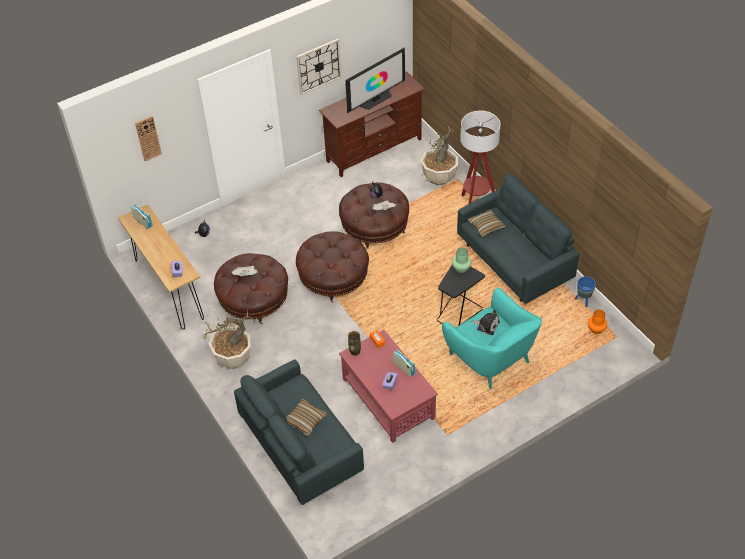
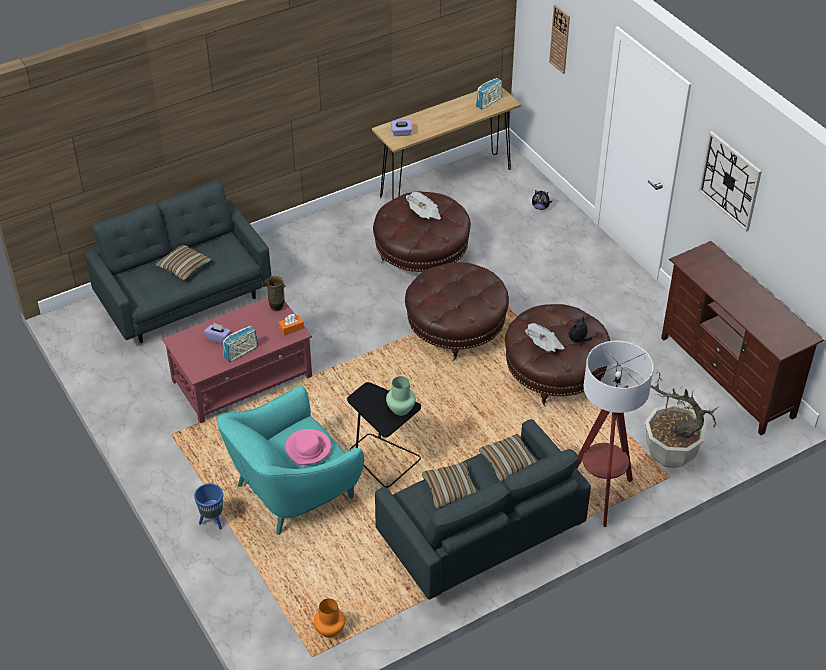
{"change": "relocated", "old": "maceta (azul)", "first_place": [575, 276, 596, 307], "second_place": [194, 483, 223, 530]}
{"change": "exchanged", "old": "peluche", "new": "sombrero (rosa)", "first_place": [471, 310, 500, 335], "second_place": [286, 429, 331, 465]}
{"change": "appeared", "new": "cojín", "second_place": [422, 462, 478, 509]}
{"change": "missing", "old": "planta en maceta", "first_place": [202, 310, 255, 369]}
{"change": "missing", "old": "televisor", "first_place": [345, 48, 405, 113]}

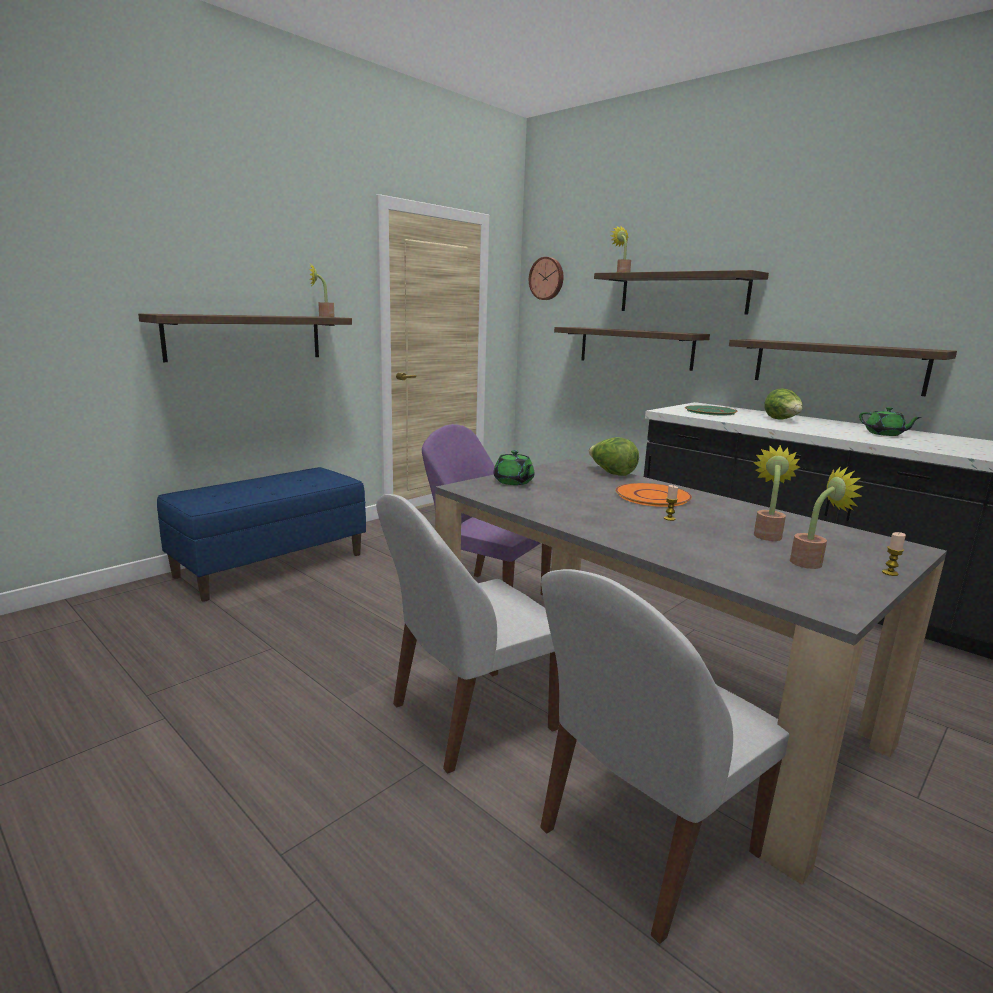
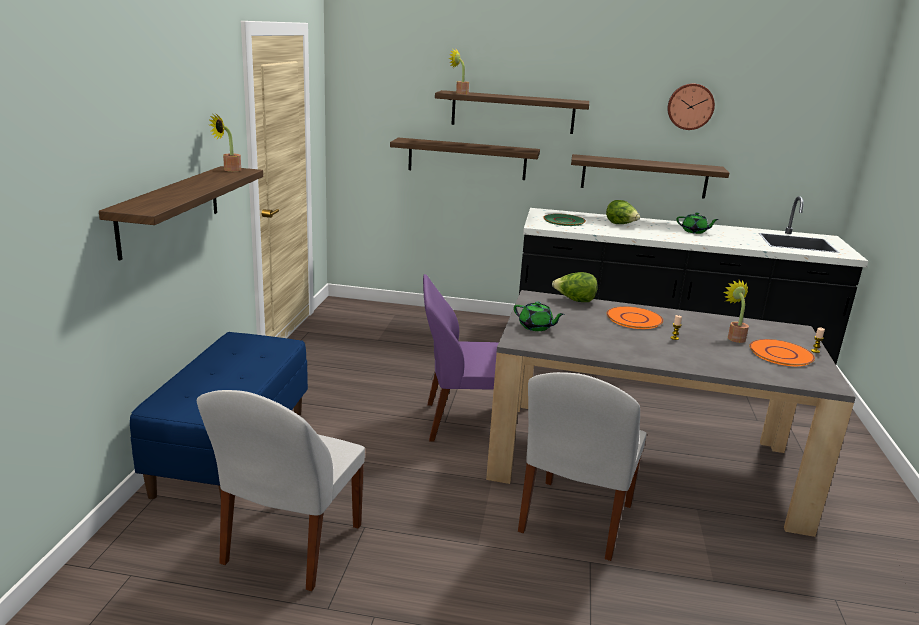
{"change": "relocated", "old": "silla (blanco)", "first_place": [540, 569, 789, 944], "second_place": [197, 390, 365, 591]}
{"change": "relocated", "old": "reloj de pared", "first_place": [529, 257, 563, 300], "second_place": [668, 83, 715, 130]}
{"change": "exchanged", "old": "planta en maceta", "new": "plato (naranja)", "first_place": [790, 466, 863, 569], "second_place": [749, 339, 815, 366]}

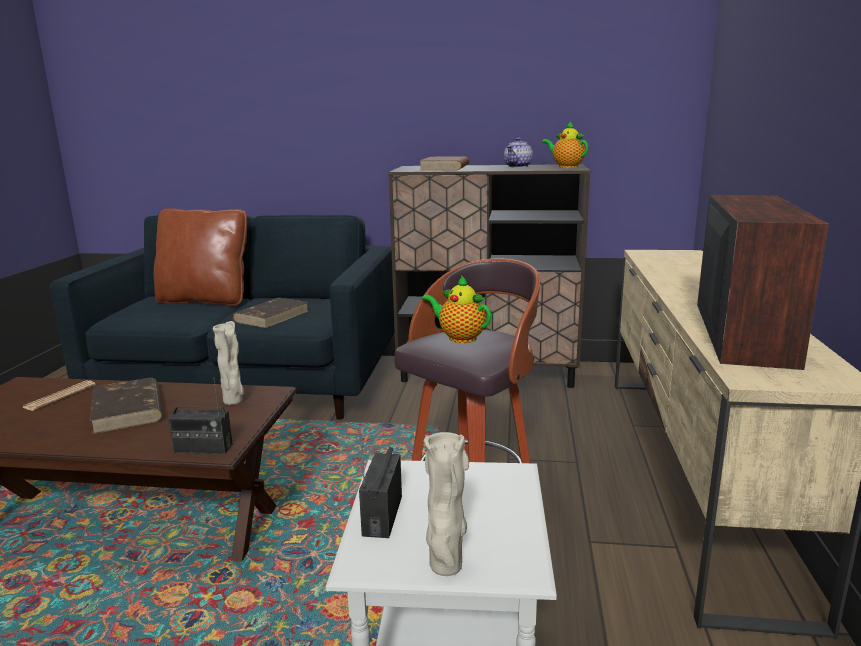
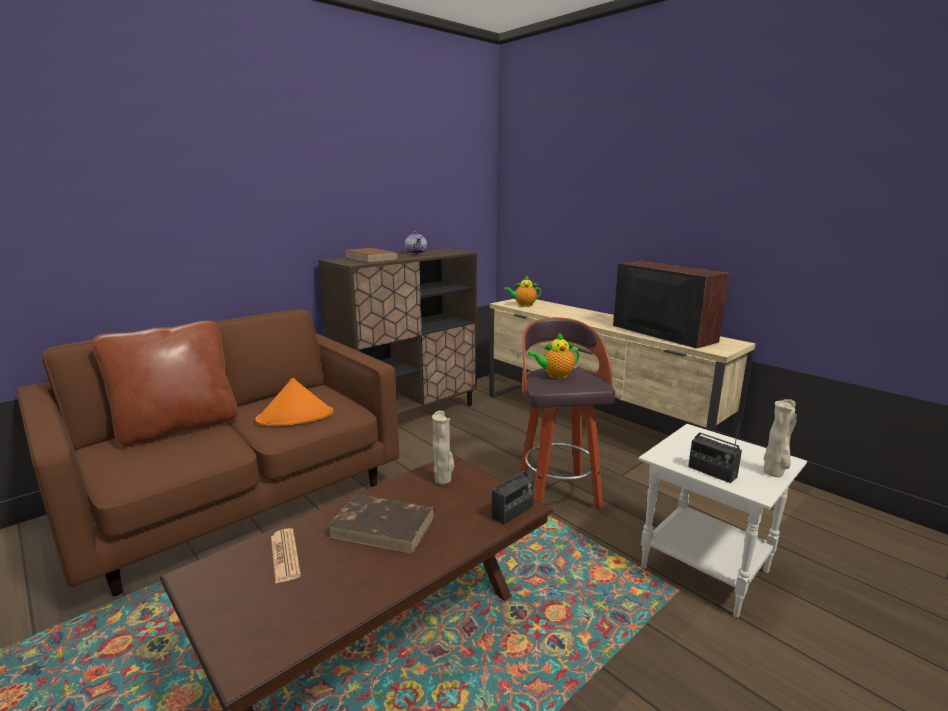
{"change": "colour", "old": "sofá (azul)", "new": "sofá (marrón)", "first_place": [50, 215, 395, 419], "second_place": [16, 309, 399, 596]}
{"change": "exchanged", "old": "libro (marrón)", "new": "sombrero (naranja)", "first_place": [232, 298, 309, 328], "second_place": [255, 378, 334, 426]}
{"change": "relocated", "old": "tetera", "first_place": [542, 121, 588, 168], "second_place": [504, 275, 541, 307]}

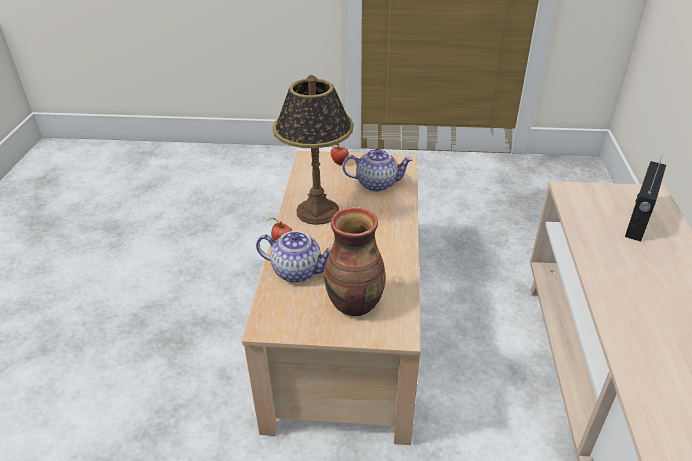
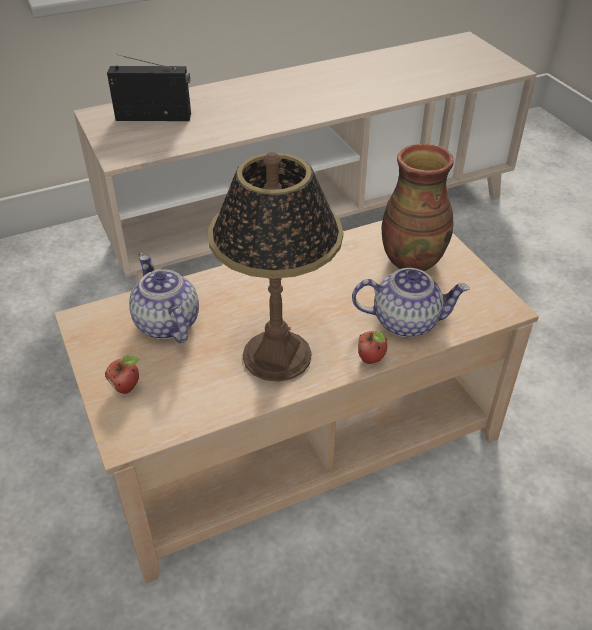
{"change": "spun", "old": "tetera", "first_place": [256, 231, 331, 283], "second_place": [352, 268, 470, 337], "degrees": 105}

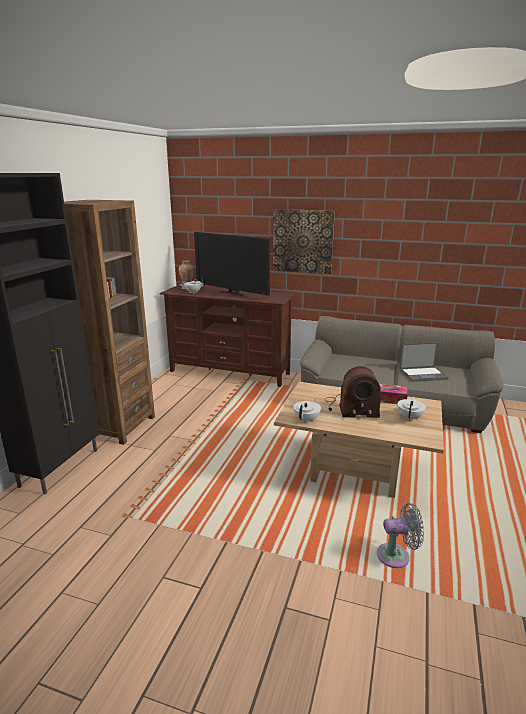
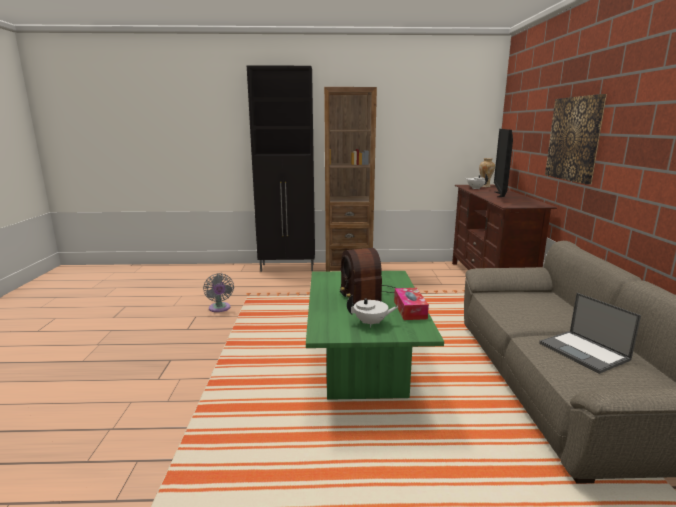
{"change": "relocated", "old": "ventilador (gris)", "first_place": [377, 503, 424, 568], "second_place": [203, 273, 234, 312]}
{"change": "colour", "old": "mesa de centro (beis)", "new": "mesa de centro (verde)", "first_place": [274, 382, 444, 498], "second_place": [306, 271, 444, 400]}
{"change": "missing", "old": "tetera (blanco)", "first_place": [294, 399, 321, 423]}

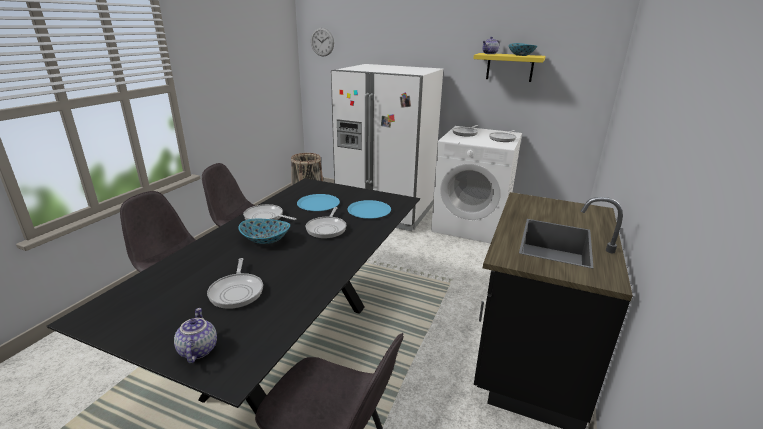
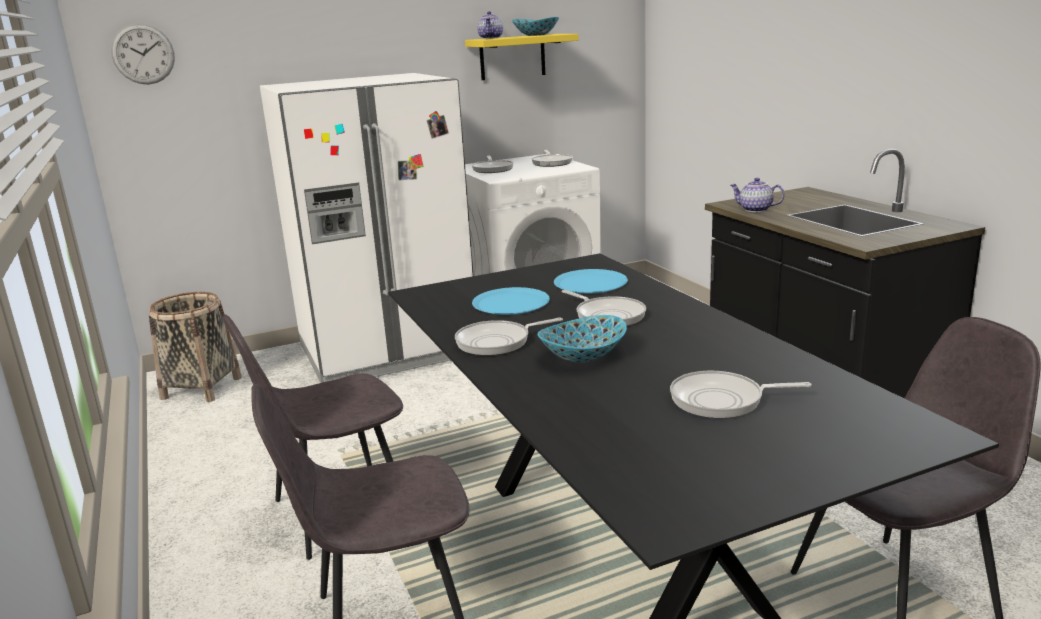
{"change": "spun", "old": "sartén", "first_place": [207, 258, 263, 309], "second_place": [670, 371, 812, 419], "degrees": 150}
{"change": "relocated", "old": "tetera", "first_place": [174, 308, 217, 364], "second_place": [730, 178, 785, 212]}

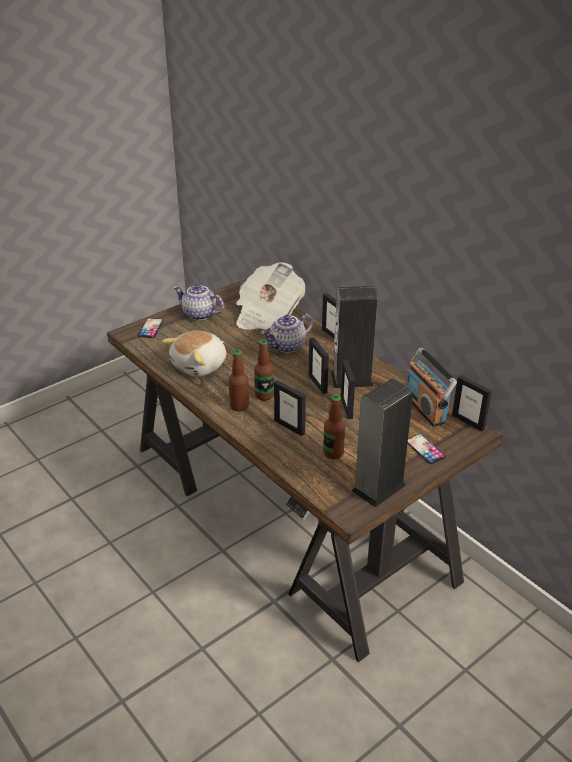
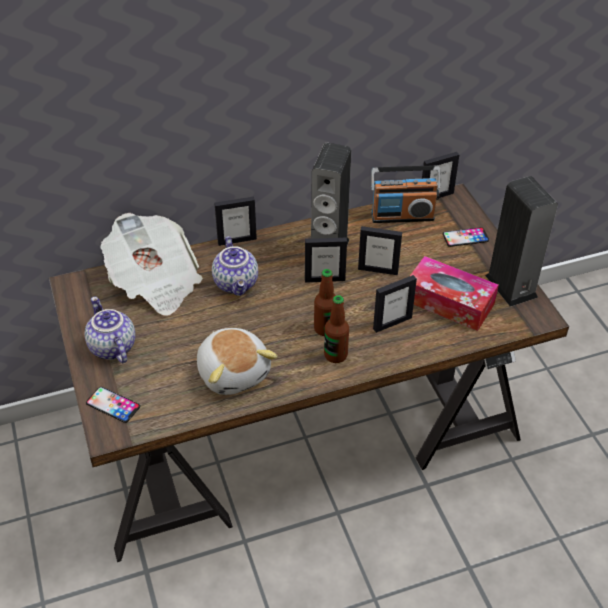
{"change": "spun", "old": "tetera", "first_place": [173, 284, 224, 320], "second_place": [85, 297, 135, 364], "degrees": 105}
{"change": "exchanged", "old": "botella", "new": "caja de pañuelos", "first_place": [323, 395, 345, 459], "second_place": [410, 256, 499, 331]}

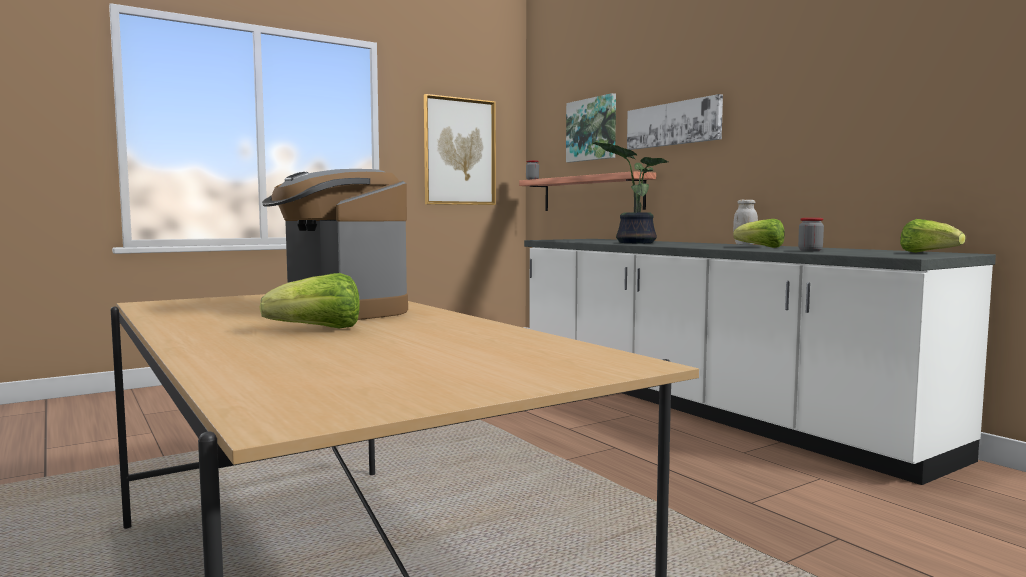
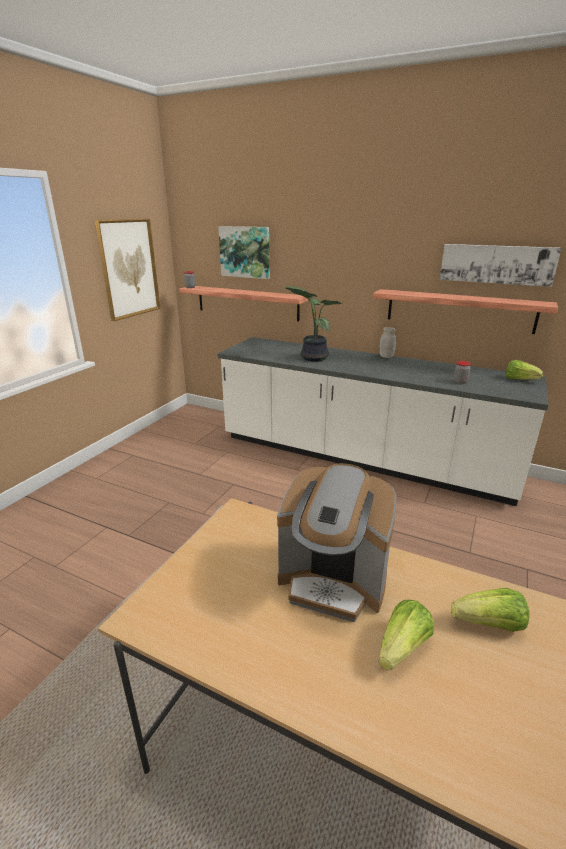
{"change": "appeared", "new": "estante", "second_place": [373, 289, 558, 334]}
{"change": "relocated", "old": "cuadro", "first_place": [627, 94, 723, 150], "second_place": [439, 244, 561, 287]}
{"change": "relocated", "old": "lechuga", "first_place": [733, 219, 785, 248], "second_place": [451, 588, 530, 632]}

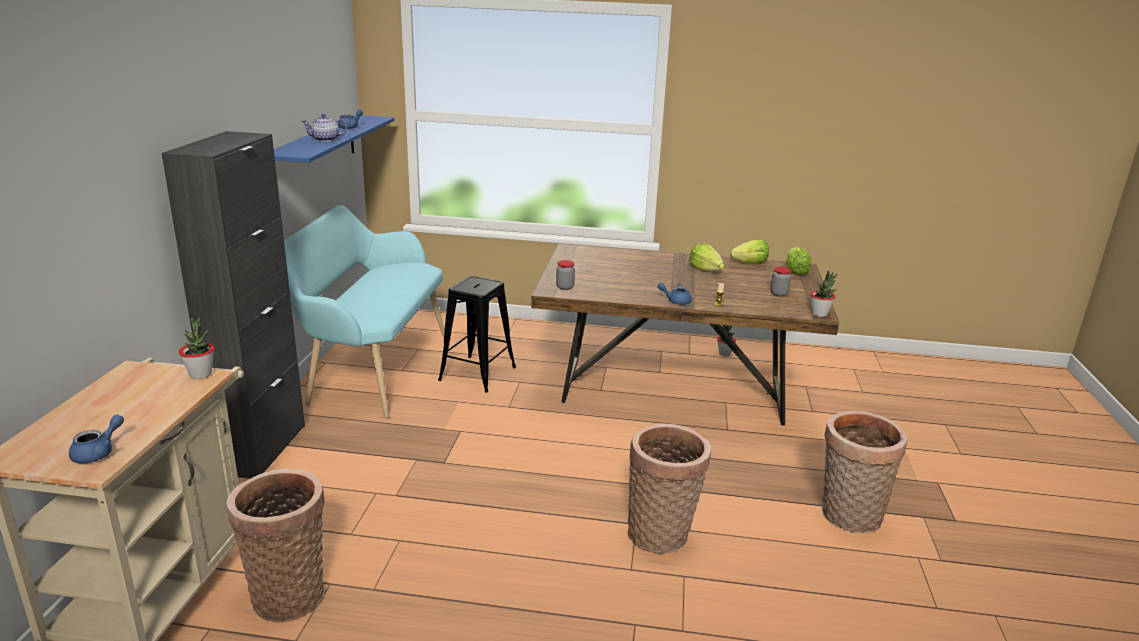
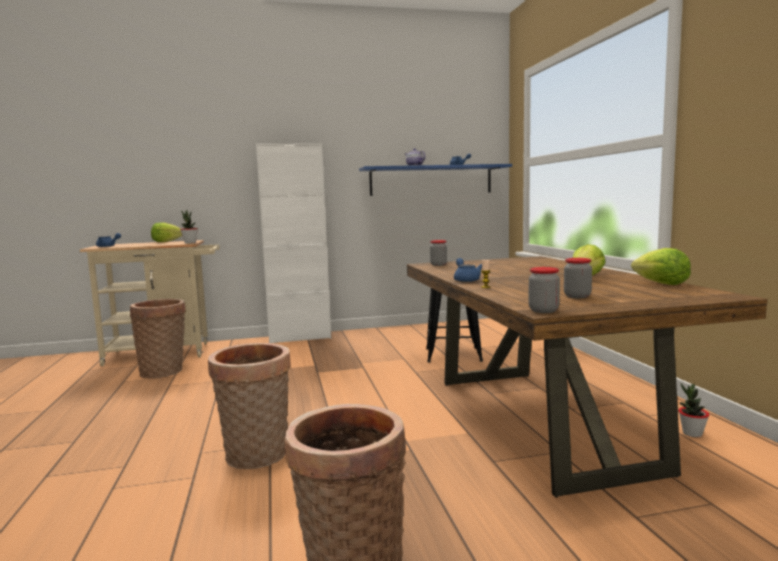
{"change": "relocated", "old": "lechuga", "first_place": [786, 247, 811, 275], "second_place": [151, 222, 182, 242]}
{"change": "colour", "old": "armario (negro)", "new": "armario (blanco)", "first_place": [162, 131, 305, 478], "second_place": [256, 143, 331, 343]}
{"change": "exchanged", "old": "planta en maceta", "new": "tarro", "first_place": [810, 270, 837, 317], "second_place": [528, 267, 560, 313]}
{"change": "missing", "old": "banco (turquesa)", "first_place": [284, 205, 445, 418]}

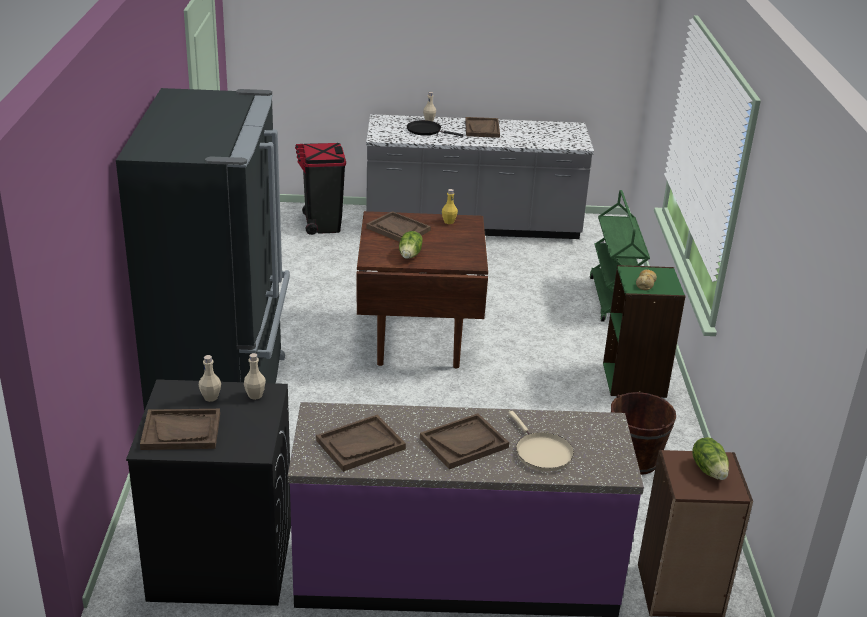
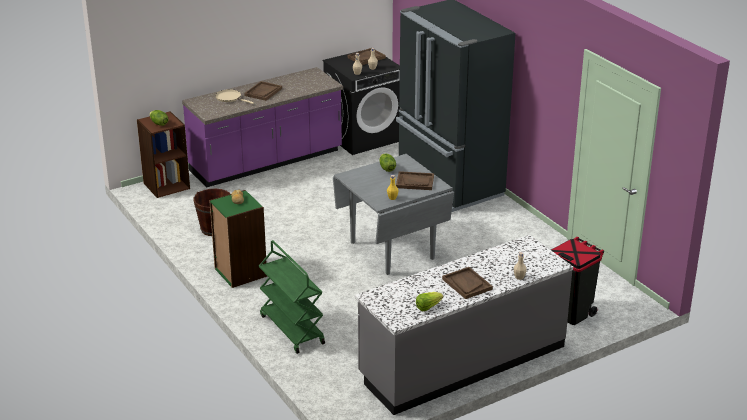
{"change": "colour", "old": "mesa de comedor (marrón)", "new": "mesa de comedor (gris)", "first_place": [357, 211, 488, 368], "second_place": [333, 154, 454, 275]}
{"change": "appeared", "new": "lechuga", "second_place": [416, 292, 443, 311]}
{"change": "missing", "old": "bandeja (marrón)", "first_place": [316, 414, 406, 472]}
{"change": "missing", "old": "sartén (negro)", "first_place": [407, 120, 464, 137]}

